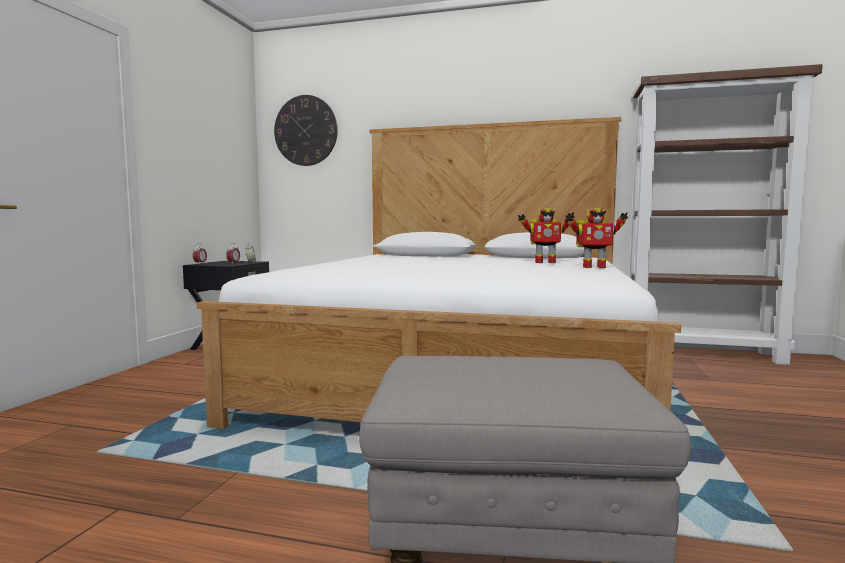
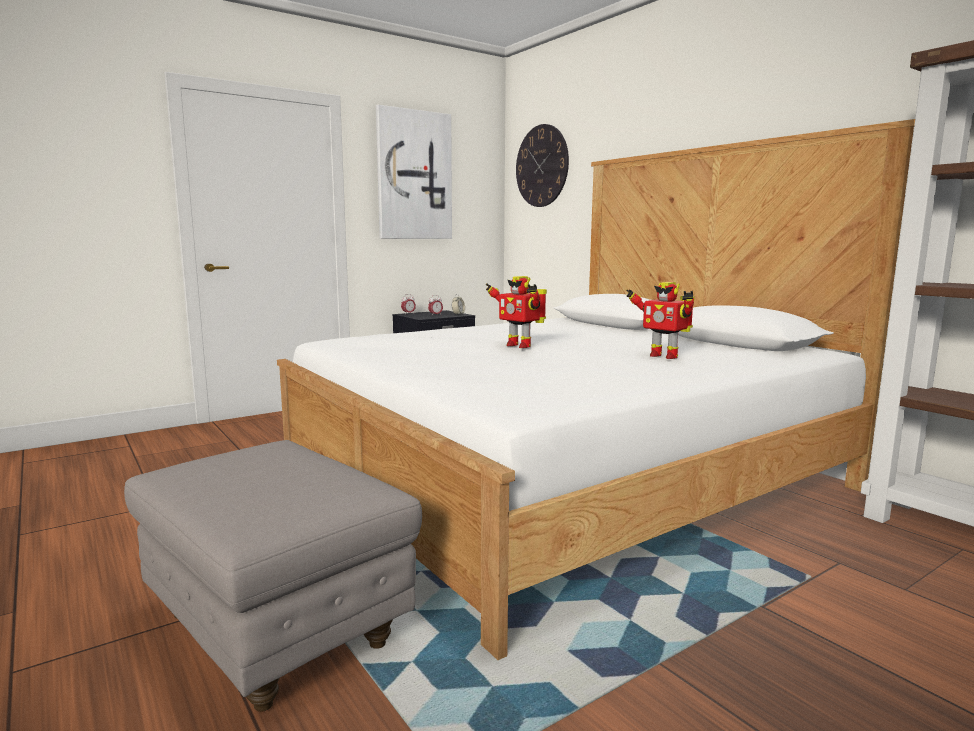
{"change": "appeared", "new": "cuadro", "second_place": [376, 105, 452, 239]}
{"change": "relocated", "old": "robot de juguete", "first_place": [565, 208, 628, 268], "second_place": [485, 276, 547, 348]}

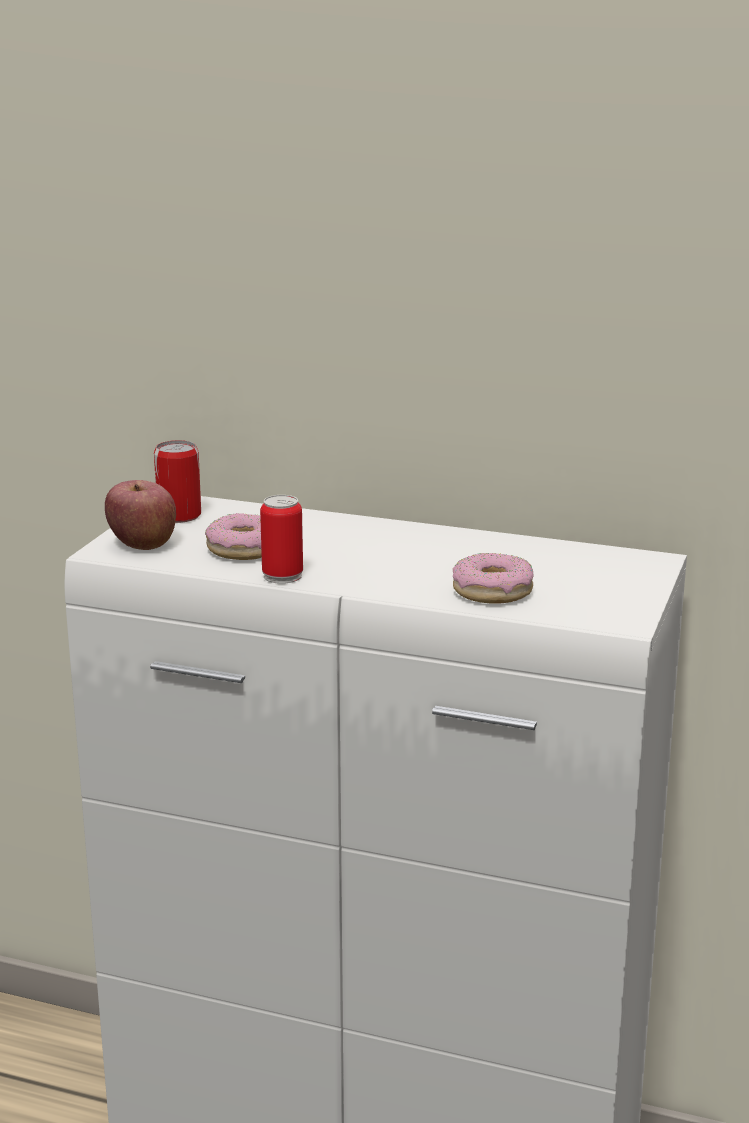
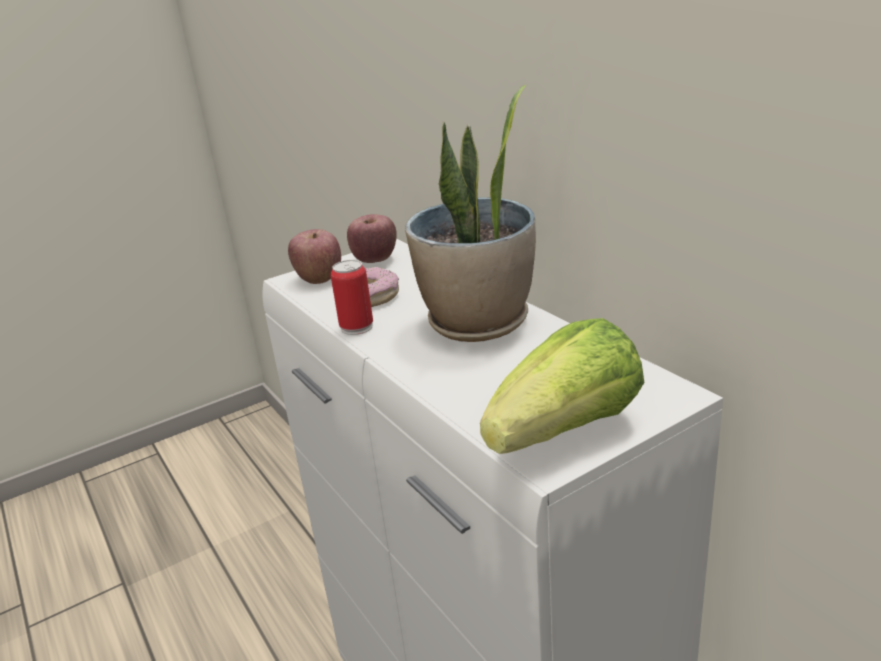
{"change": "exchanged", "old": "lata", "new": "manzana", "first_place": [154, 440, 201, 523], "second_place": [347, 214, 397, 263]}
{"change": "appeared", "new": "planta en maceta", "second_place": [405, 85, 536, 342]}
{"change": "appeared", "new": "lechuga", "second_place": [480, 318, 645, 454]}
{"change": "missing", "old": "rosquilla", "first_place": [453, 553, 534, 604]}

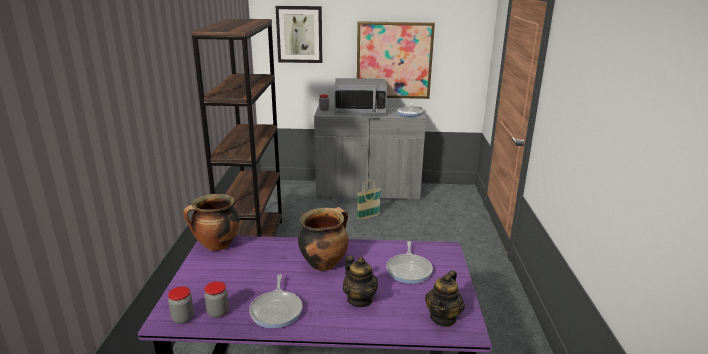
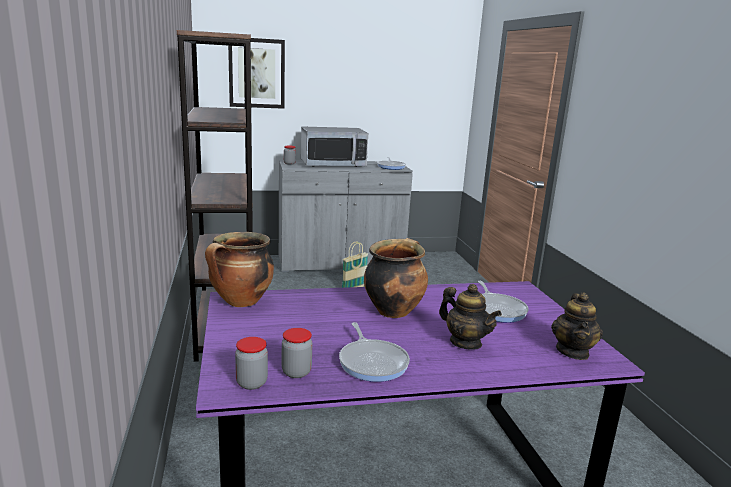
{"change": "missing", "old": "cuadro", "first_place": [357, 21, 435, 99]}

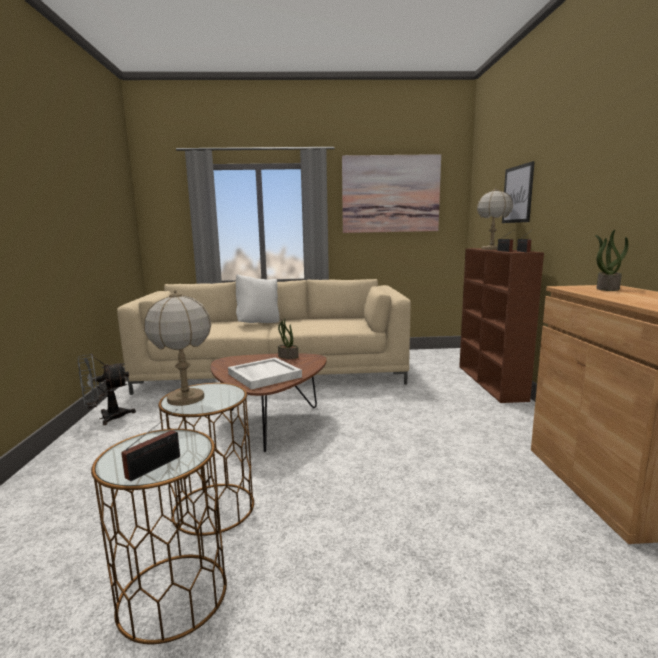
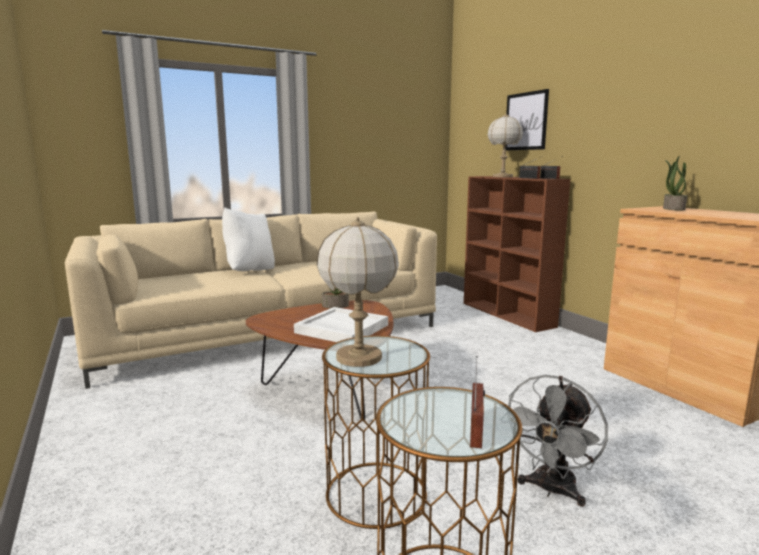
{"change": "relocated", "old": "ventilador (gris)", "first_place": [78, 354, 136, 425], "second_place": [508, 375, 608, 507]}
{"change": "missing", "old": "cuadro", "first_place": [342, 154, 441, 233]}

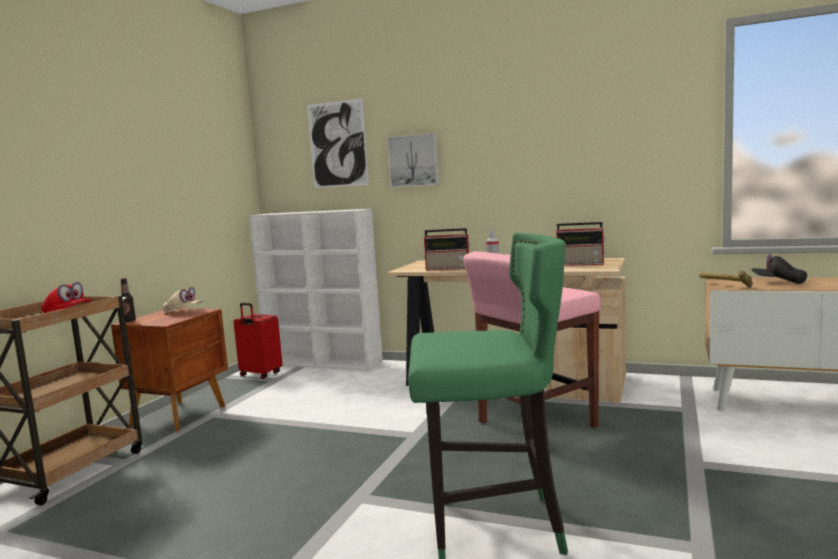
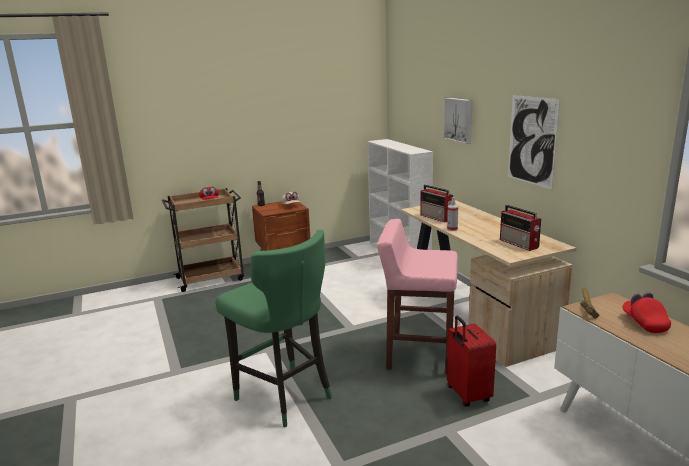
{"change": "relocated", "old": "maleta (rojo)", "first_place": [234, 303, 283, 379], "second_place": [447, 316, 496, 406]}
{"change": "relocated", "old": "cuadro", "first_place": [307, 98, 369, 188], "second_place": [508, 95, 560, 189]}
{"change": "colour", "old": "gorra (negro)", "new": "gorra (rojo)", "first_place": [751, 254, 807, 284], "second_place": [623, 292, 671, 333]}

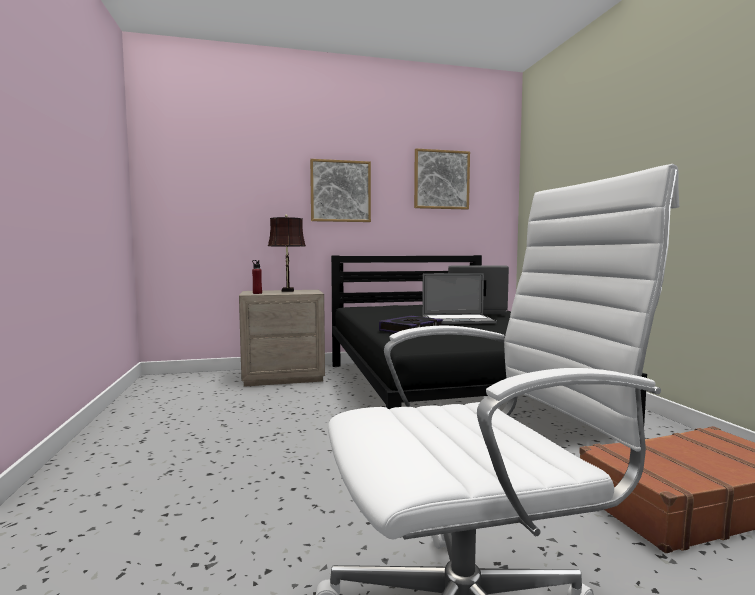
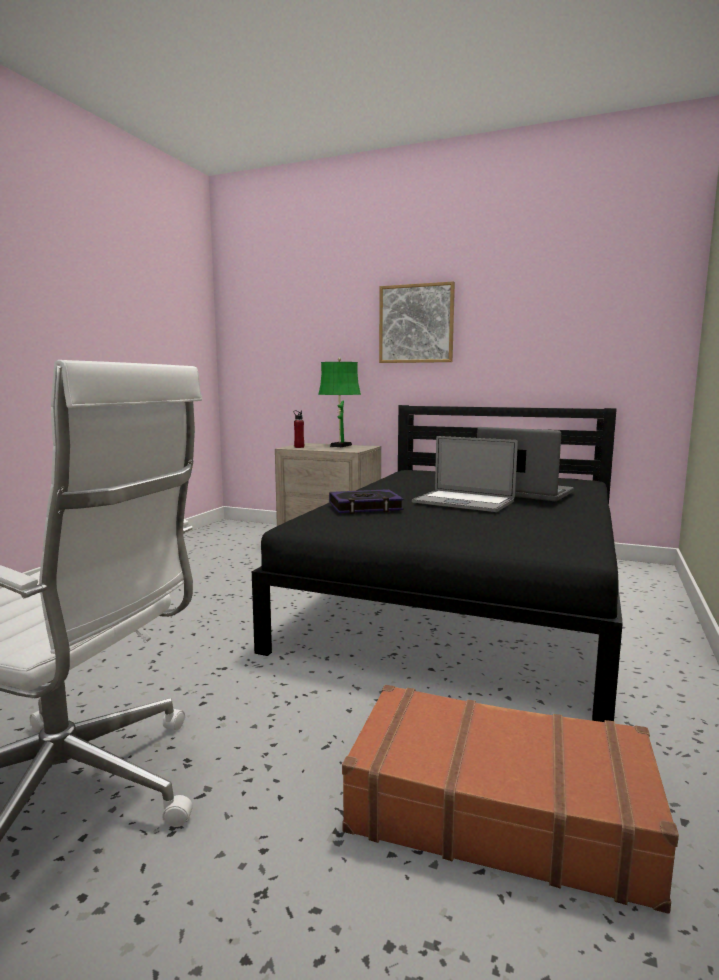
{"change": "colour", "old": "lámpara de mesa (marrón)", "new": "lámpara de mesa (verde)", "first_place": [268, 215, 306, 292], "second_place": [318, 358, 361, 447]}
{"change": "missing", "old": "cuadro", "first_place": [414, 148, 470, 209]}

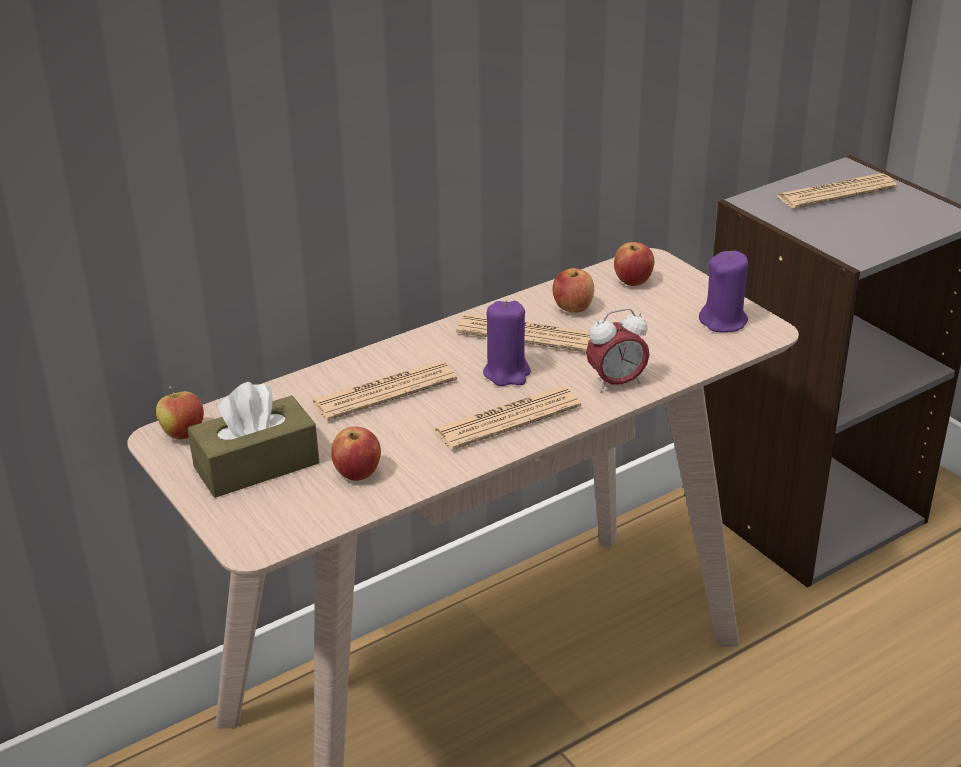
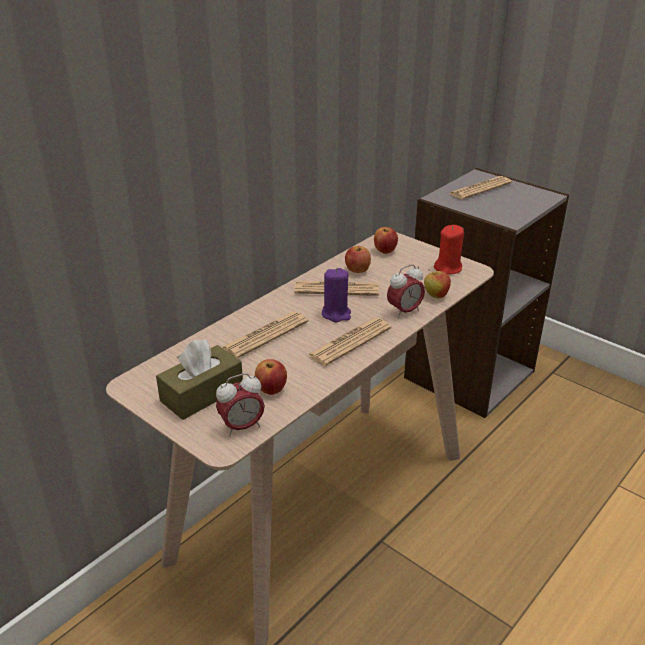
{"change": "appeared", "new": "despertador", "second_place": [216, 373, 265, 437]}
{"change": "relocated", "old": "manzana", "first_place": [156, 387, 204, 440], "second_place": [424, 271, 451, 299]}
{"change": "colour", "old": "vela (morado)", "new": "vela (rojo)", "first_place": [699, 250, 748, 332], "second_place": [434, 225, 464, 275]}

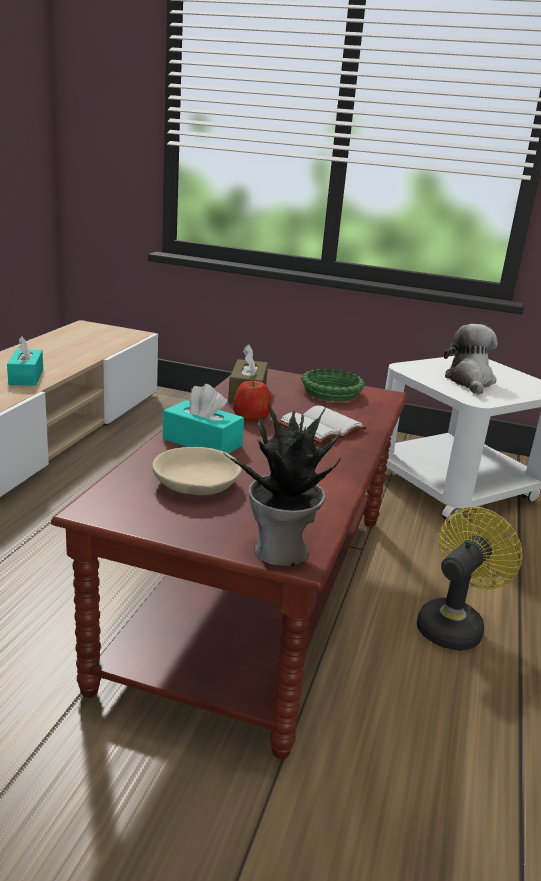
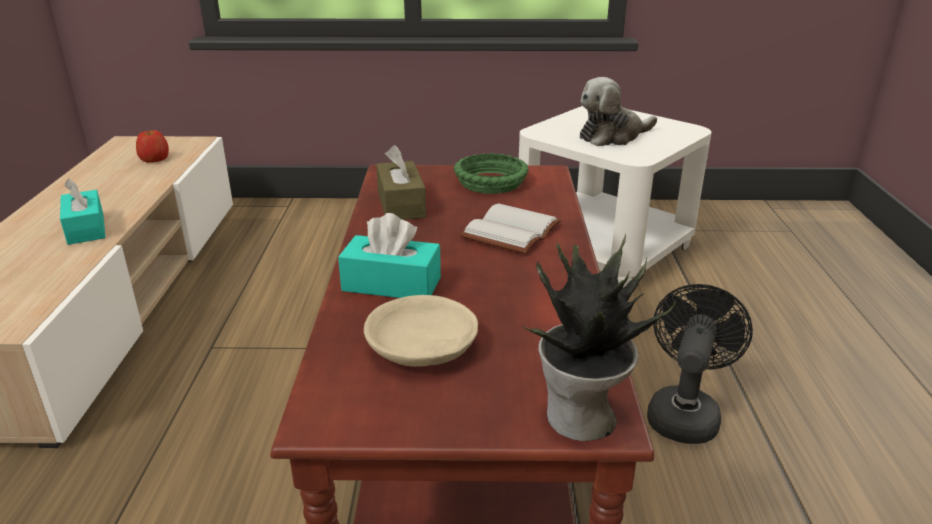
{"change": "relocated", "old": "manzana", "first_place": [233, 381, 272, 421], "second_place": [136, 130, 169, 163]}
{"change": "spun", "old": "peluche", "first_place": [444, 324, 498, 395], "second_place": [580, 77, 657, 146], "degrees": -105}
{"change": "colour", "old": "ventilador (amarillo)", "new": "ventilador (negro)", "first_place": [417, 507, 523, 651], "second_place": [647, 284, 753, 444]}

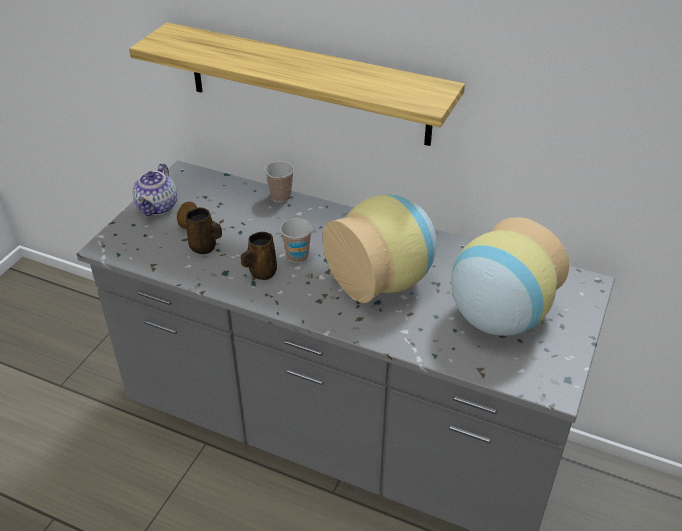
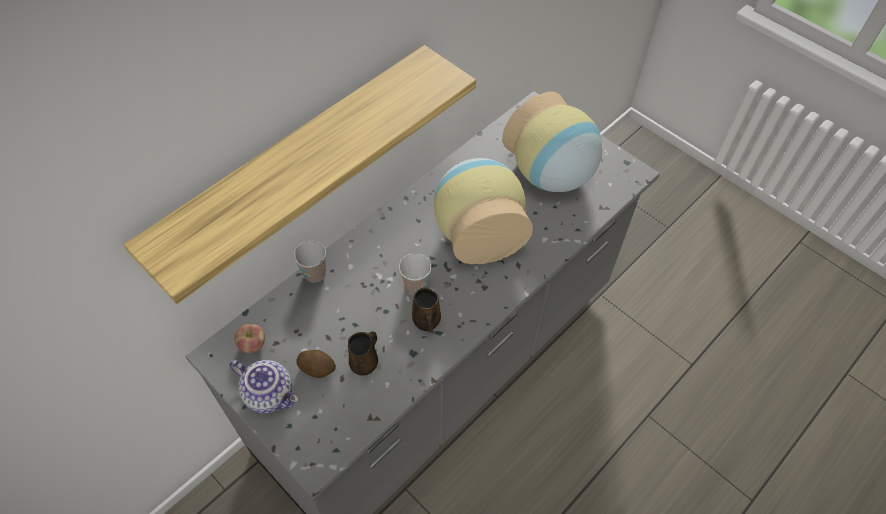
{"change": "appeared", "new": "manzana", "second_place": [234, 324, 265, 353]}

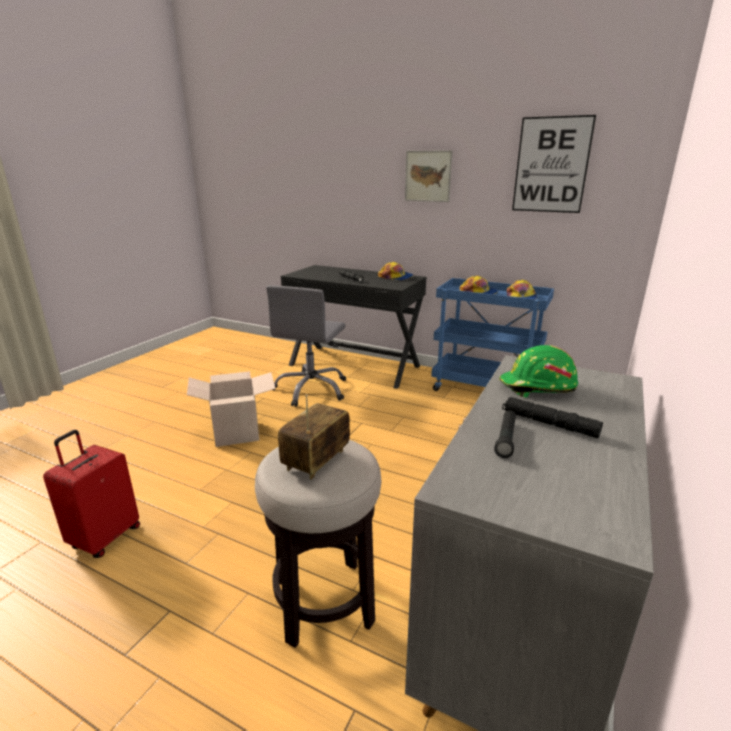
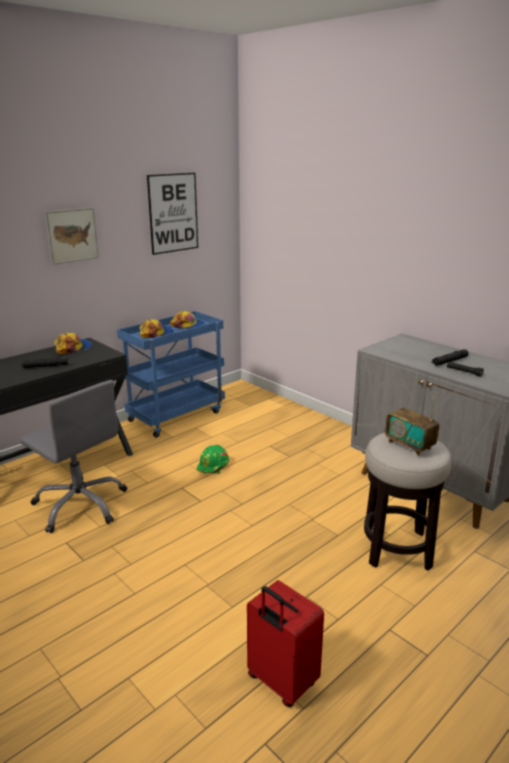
{"change": "relocated", "old": "casco (verde)", "first_place": [499, 345, 578, 398], "second_place": [197, 444, 229, 474]}
{"change": "missing", "old": "caja de cartón", "first_place": [187, 371, 276, 447]}

